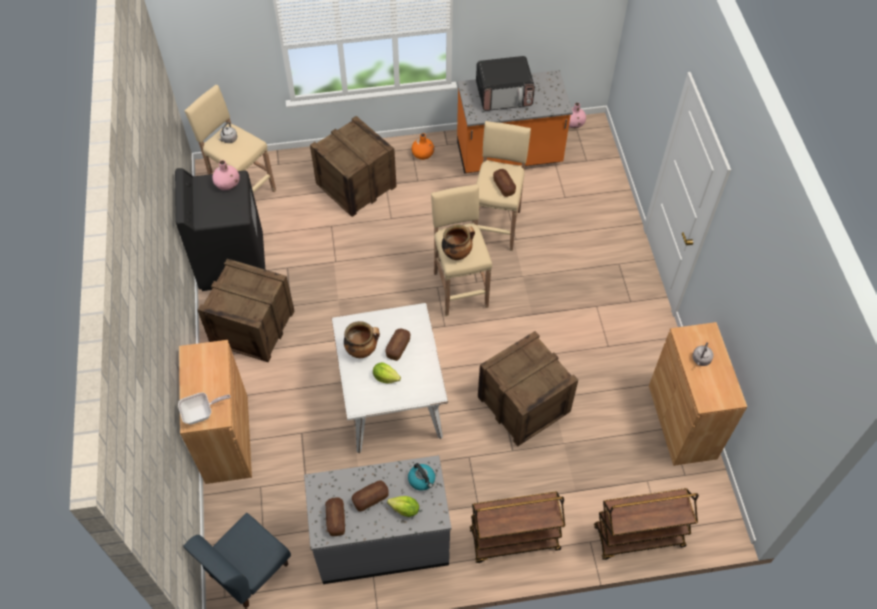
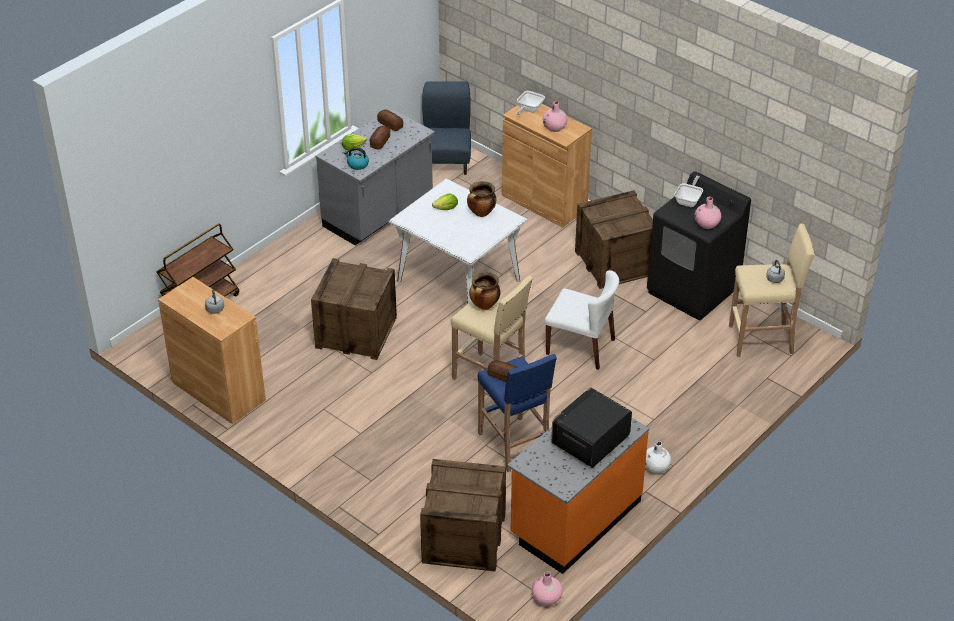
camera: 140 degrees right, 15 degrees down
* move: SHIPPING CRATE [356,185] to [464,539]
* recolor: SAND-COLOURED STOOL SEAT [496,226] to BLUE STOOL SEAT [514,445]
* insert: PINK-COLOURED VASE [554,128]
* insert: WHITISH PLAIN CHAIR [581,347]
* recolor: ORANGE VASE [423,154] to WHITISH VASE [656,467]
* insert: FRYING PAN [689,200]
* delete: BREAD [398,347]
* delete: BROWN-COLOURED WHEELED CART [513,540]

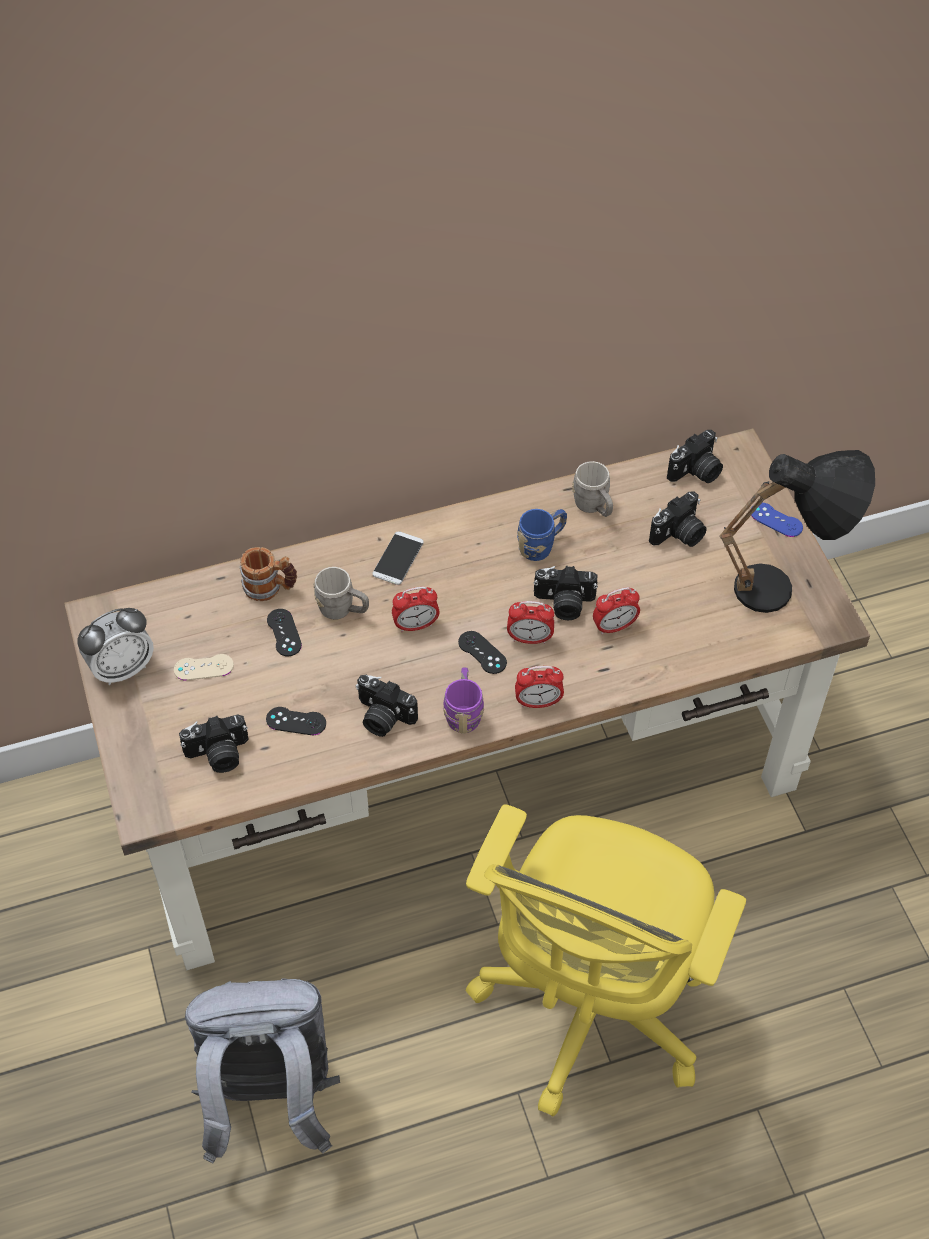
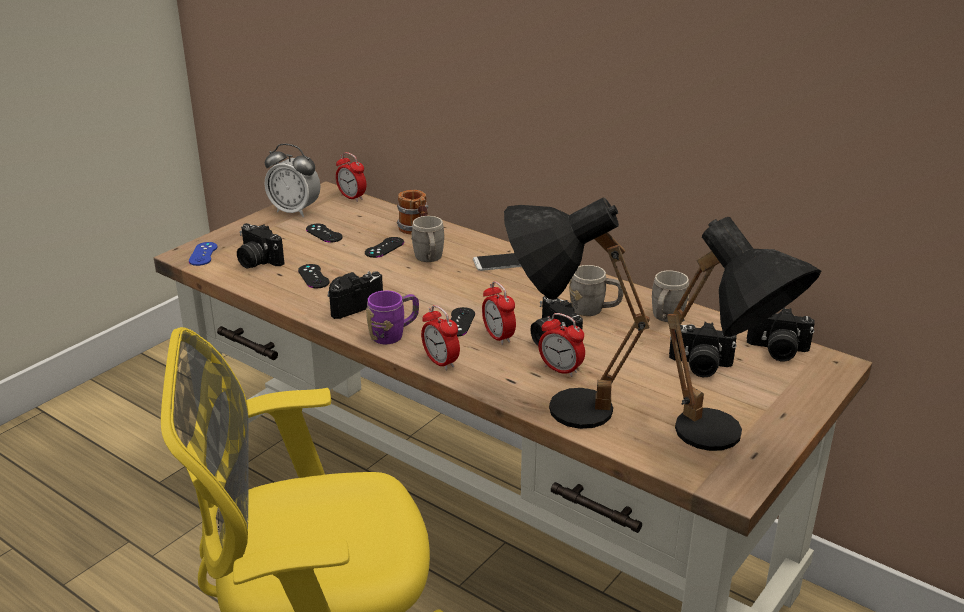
camera: 55 degrees right, 25 degrees down
* move: BLUE GAME CONTROLLER [776,520] to [203,254]
* recolor: SAND-COLOURED GAME CONTROLLER [203,667] to BLACKISH GAME CONTROLLER [324,233]
* rotate: PHOTO CAMERA [382,717] = [352,305] 60 degrees clockwise
* move: TABLE CLOCK [416,625] to [352,197]
* insert: BLACKISH TABLE LAMP [556,405]
* recolor: BLUE TEA MUG [541,545] to GREYISH TEA MUG [594,310]
* delete: GREYISH KNAPSACK [270,1099]

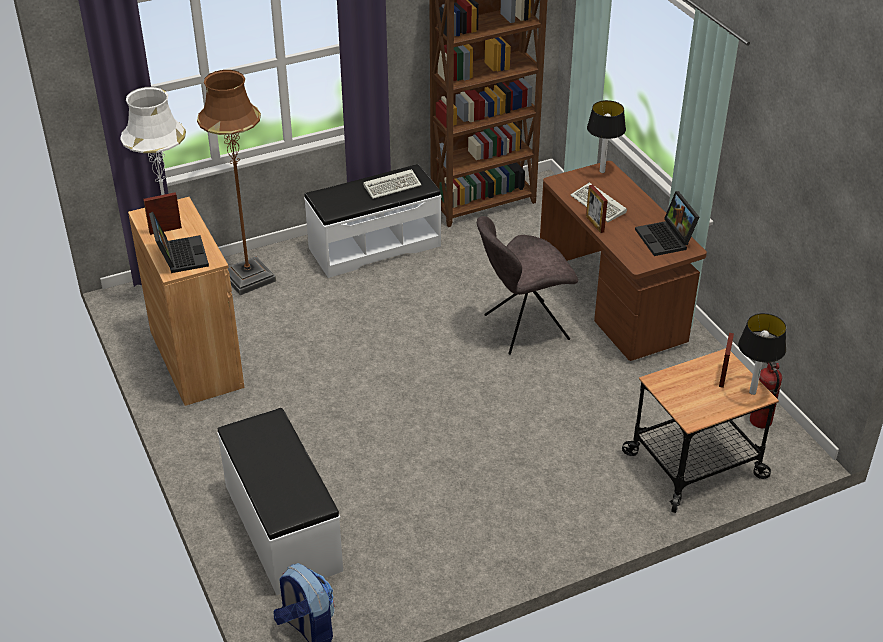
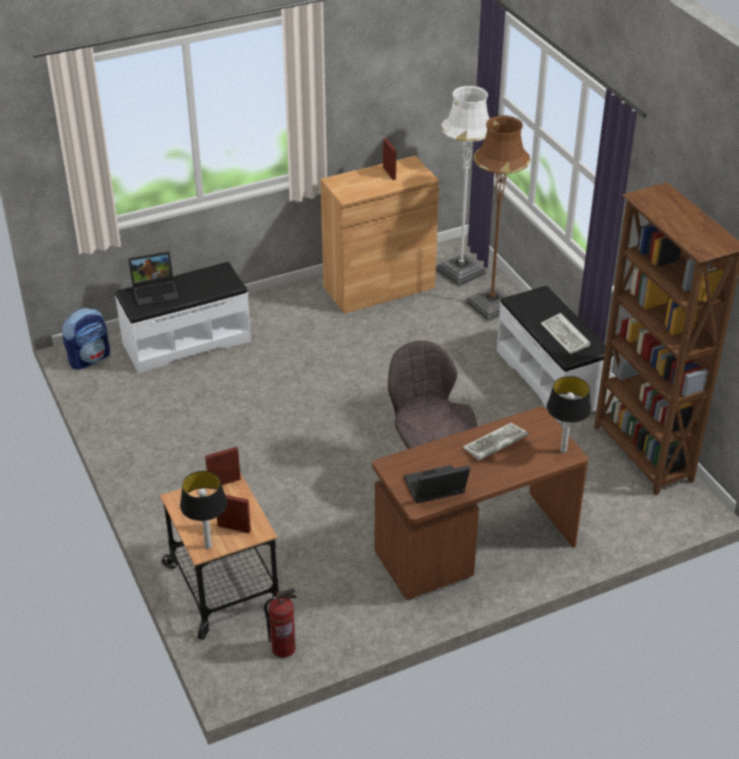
camera: 90 degrees right, 0 degrees up
* move: NOTEBOOK COMPUTER [179,255] to [156,291]
* move: PICTURE FRAME [595,224] to [224,483]

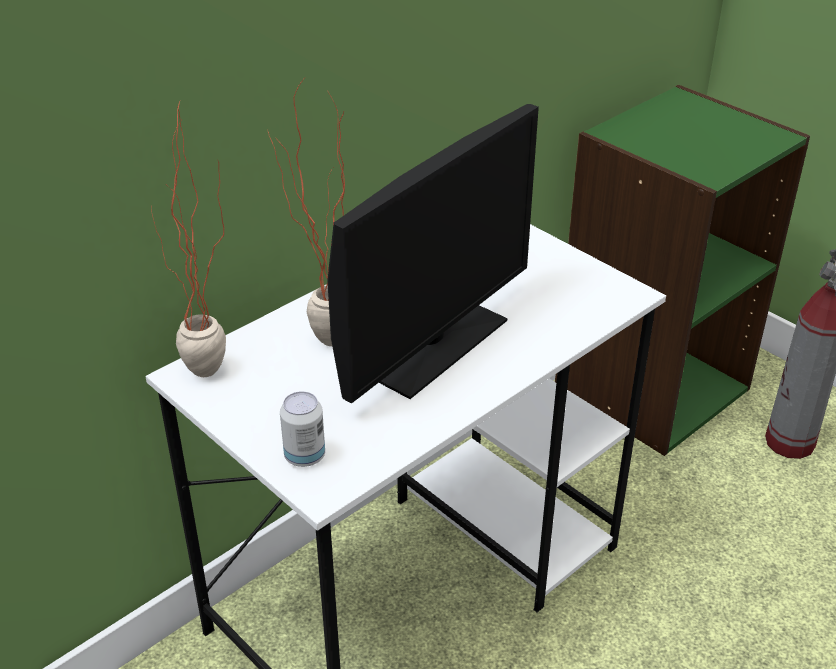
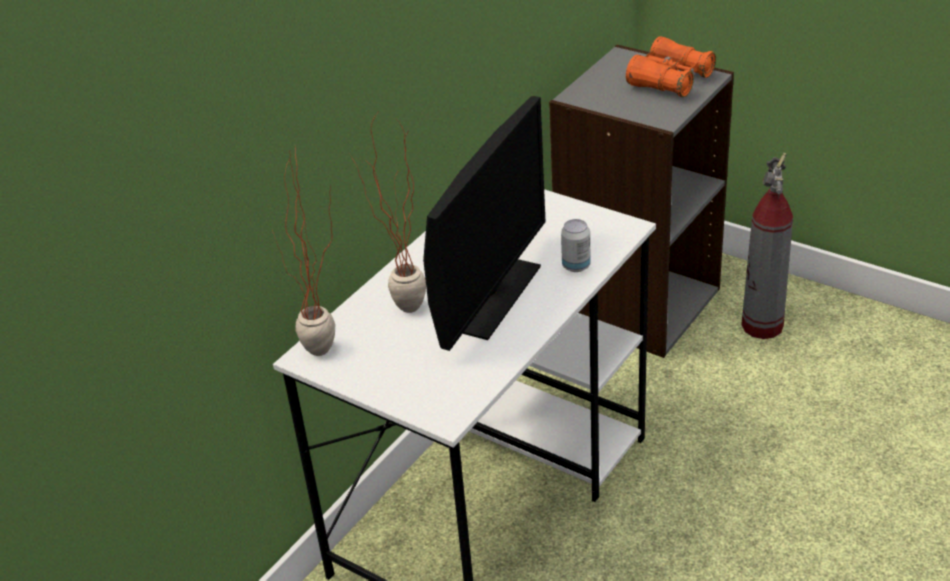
camera: 10 degrees left, 0 degrees up
* recolor: GREEN SHELVING UNIT [650,387] to GREYISH SHELVING UNIT [637,303]
* move: CAN [305,456] to [576,266]
* insert: ORANGE PAIR OF BINOCULARS [670,80]

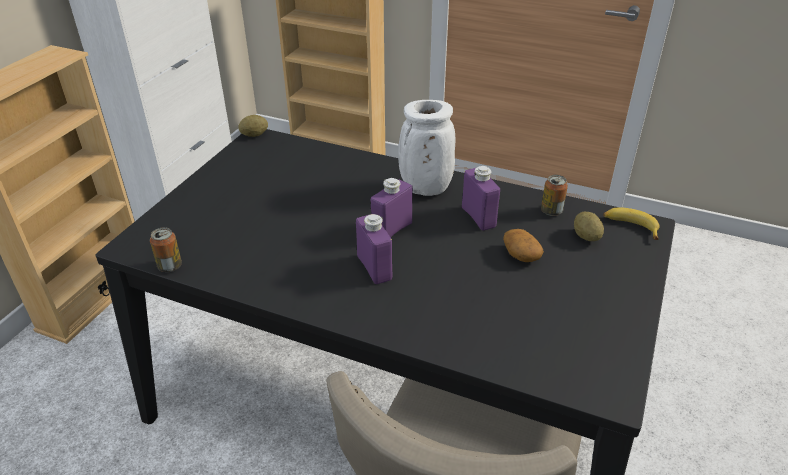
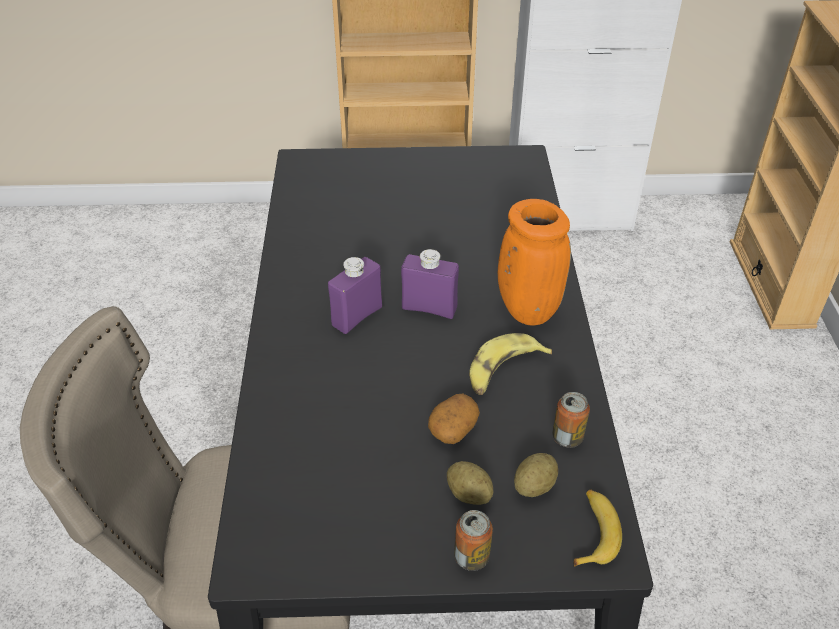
camera: 65 degrees right, 5 degrees up
* move: SPUD [254,135] to [469,494]
* move: CAN [170,266] to [471,557]
* replace: PURPLE-COLOURED BEVERAGE BOTTLE [478,217] to BANANA FRUIT [503,371]
* recolor: WHITISH VASE [424,189] to ORANGE VASE [526,309]

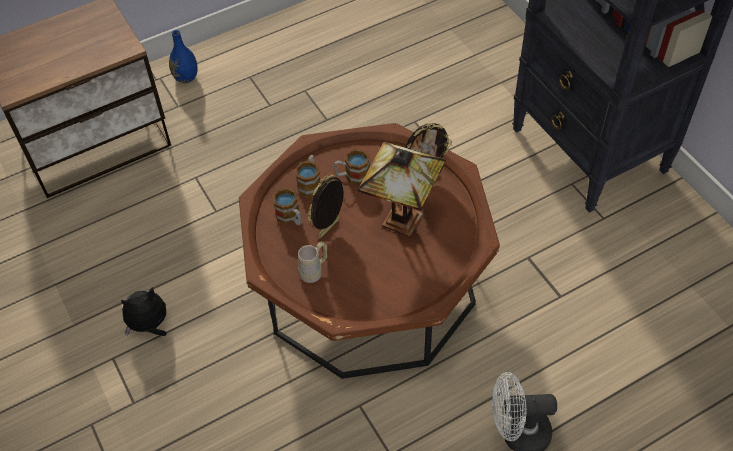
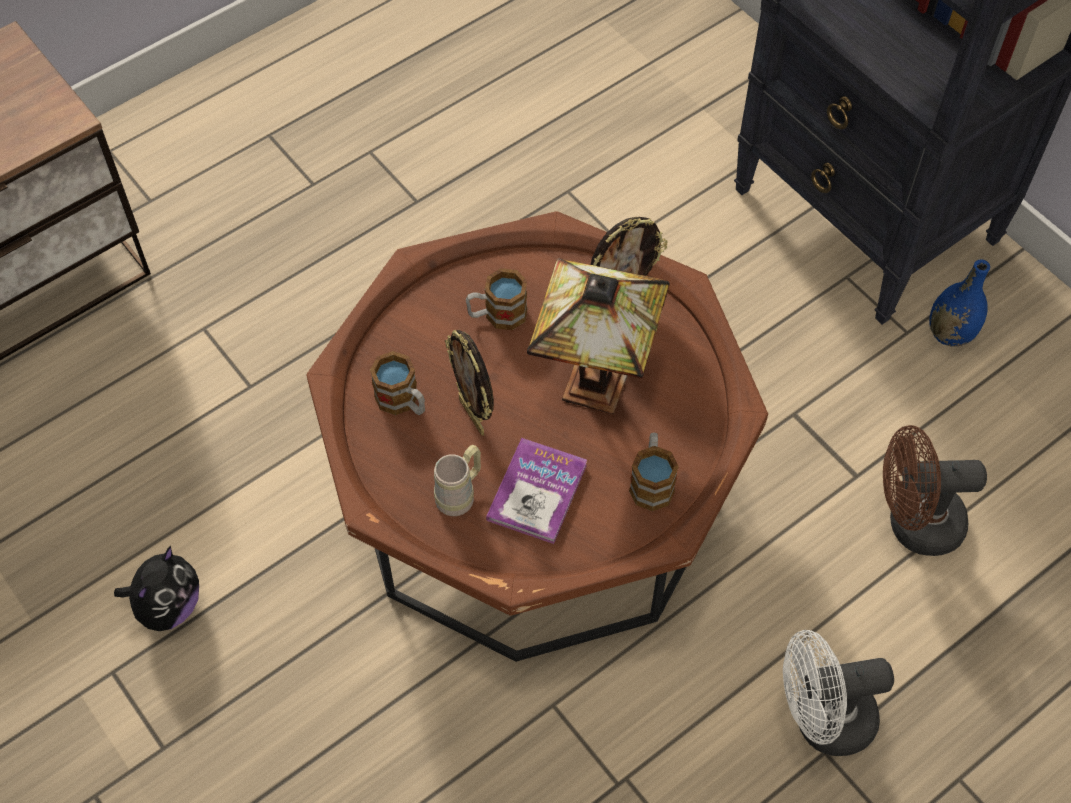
camera: 10 degrees left, 5 degrees up
* rotate: CUDDLY TOY [150,325] = [168,606] 150 degrees clockwise
* rotate: PICTURE FRAME [329,229] = [473,415] 60 degrees counterclockwise
* insert: BOOK [537,492]
* move: TEA MUG [310,183] to [651,481]
* insert: BROWN-COLOURED COOLING FAN [913,524]
* move: BLUE VASE [186,78] to [950,333]

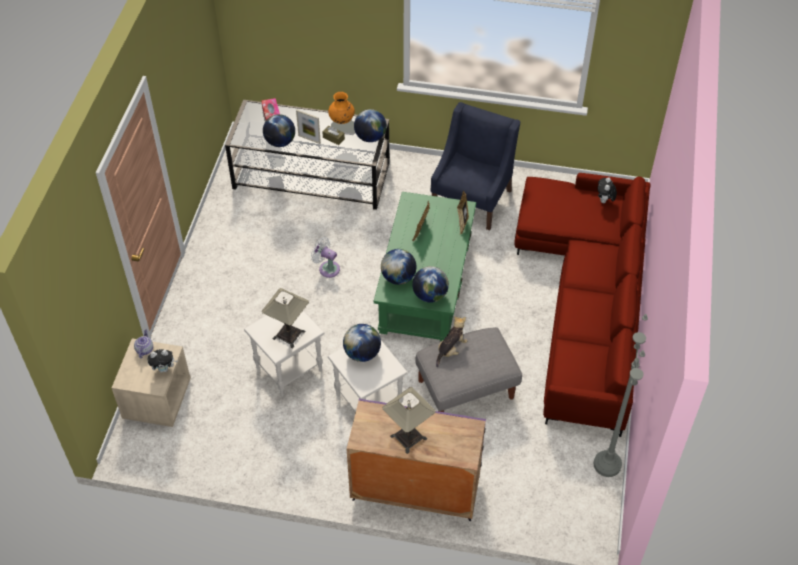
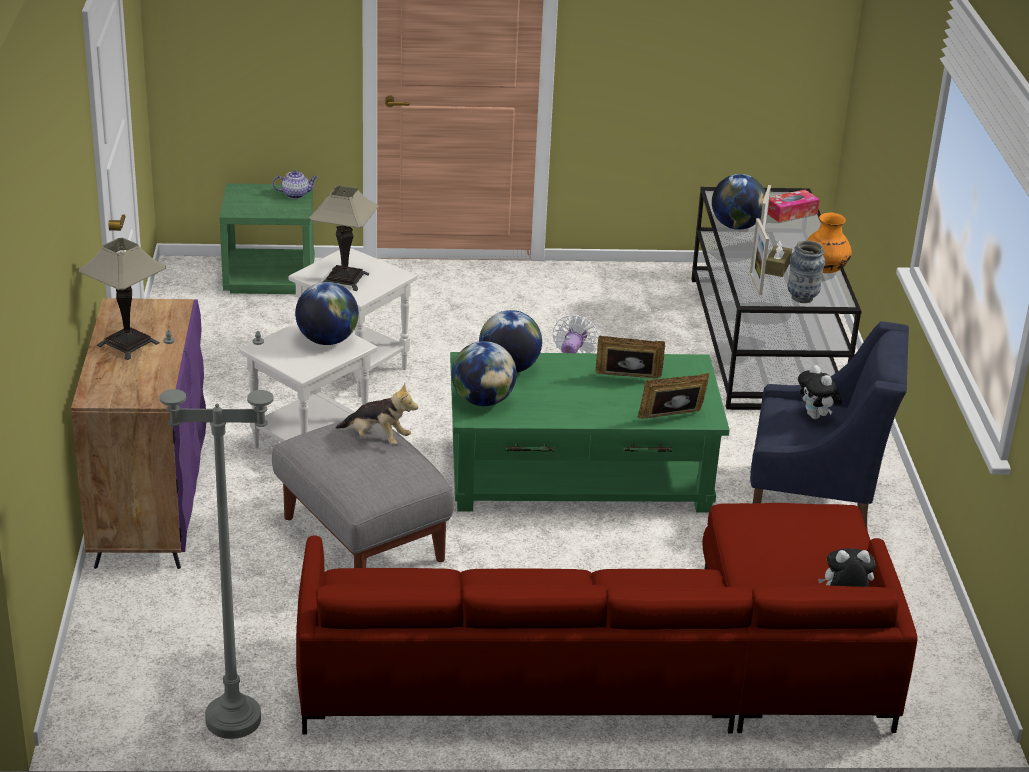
camera: 75 degrees right, 20 degrees down
* recolor: SAND-COLOURED BEDSIDE TABLE [157,399] to GREEN BEDSIDE TABLE [270,278]
* insert: PICTURE FRAME [755,284]
* replace: GLOBE [370,137] to VASE [802,298]
* move: CUDDLY TOY [164,369] to [816,416]

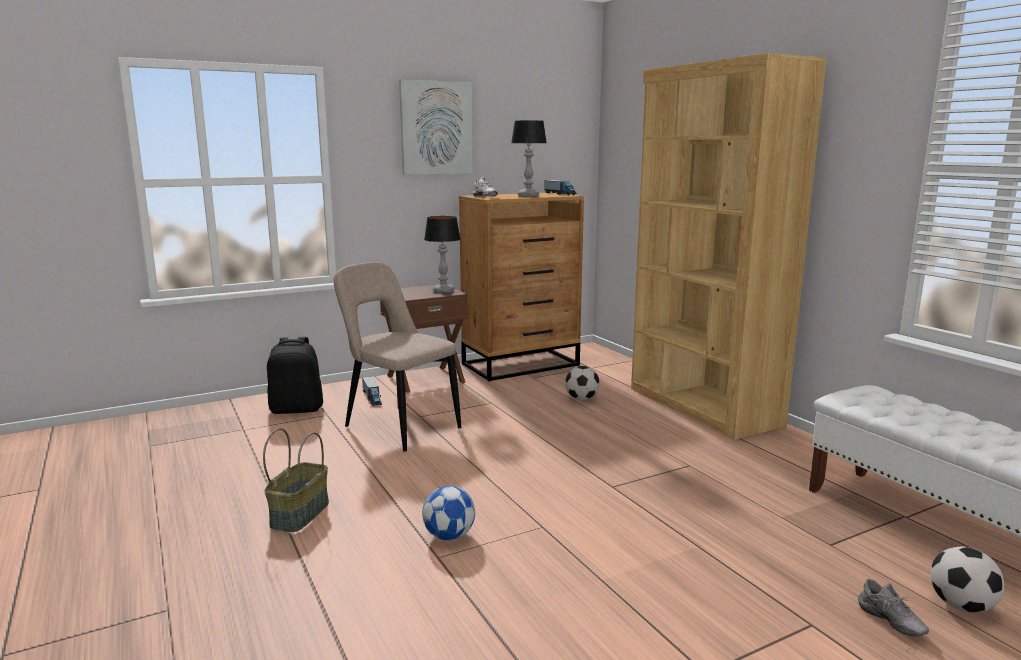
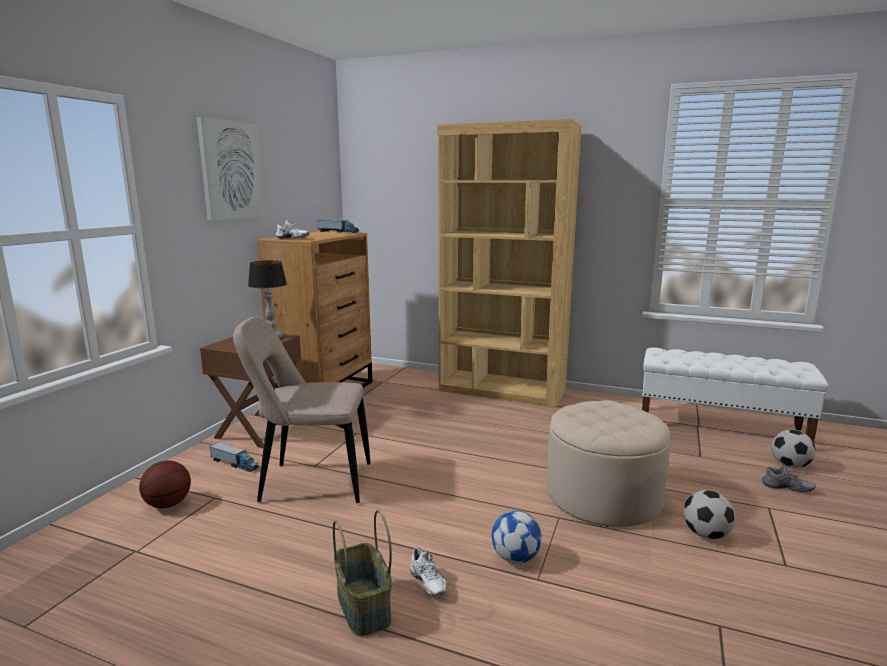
camera: 40 degrees left, 0 degrees up
* replace: BLACKISH KNAPSACK [297,409] to BASKETBALL [168,504]
* insert: WHITISH SHOE [426,584]
* insert: SAND-COLOURED FOOTREST [603,496]
* move: FOOTBALL BALL [581,399] to [706,534]
* delete: TABLE LAMP [529,196]

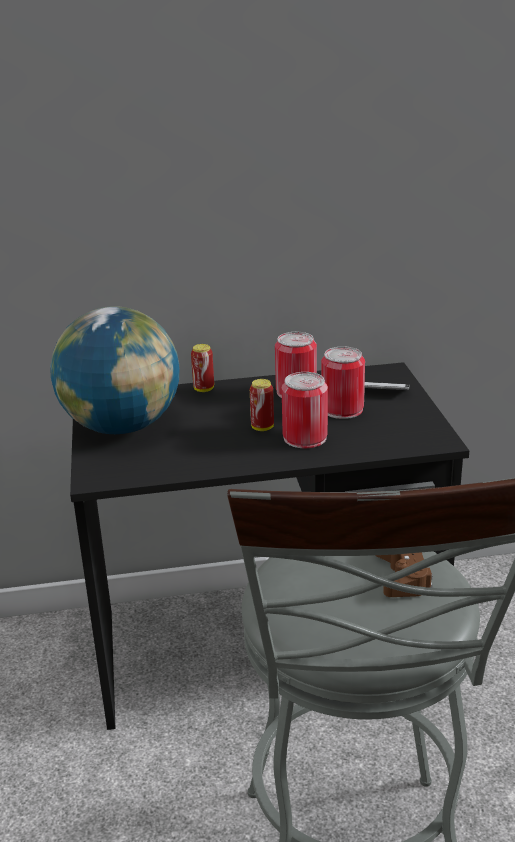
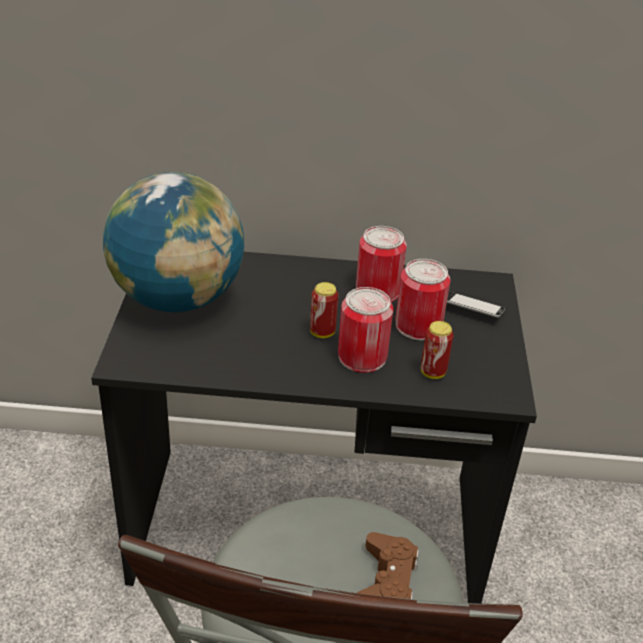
camera: 10 degrees right, 10 degrees up
* move: CAN [204,389] to [433,372]

